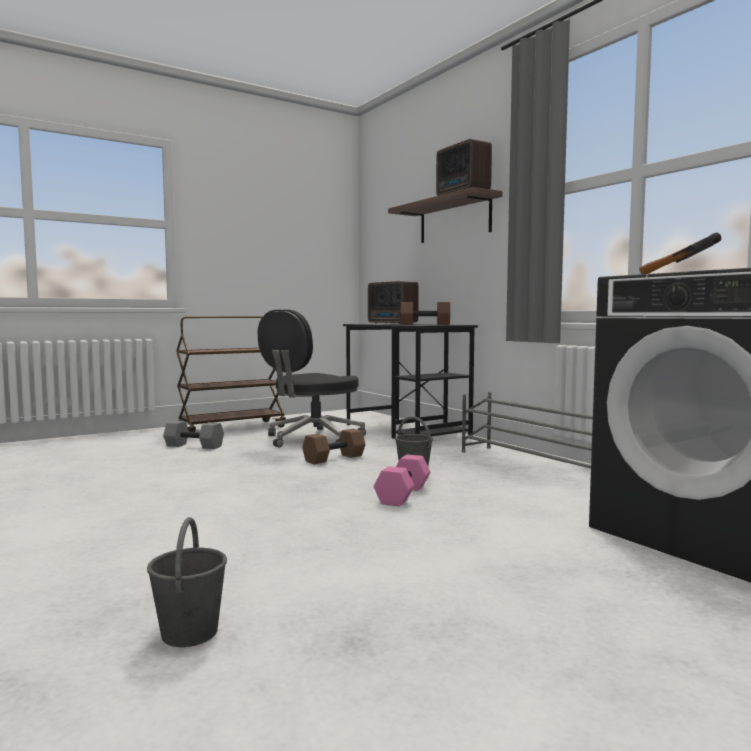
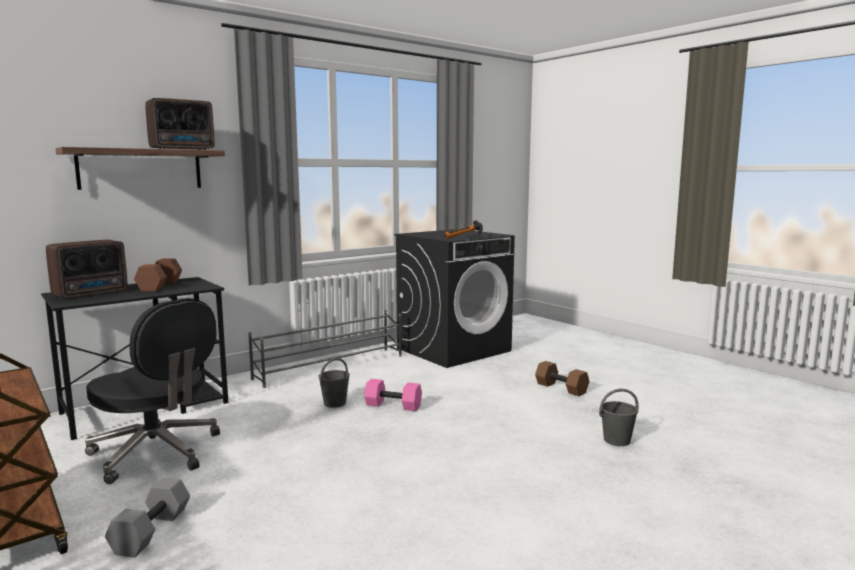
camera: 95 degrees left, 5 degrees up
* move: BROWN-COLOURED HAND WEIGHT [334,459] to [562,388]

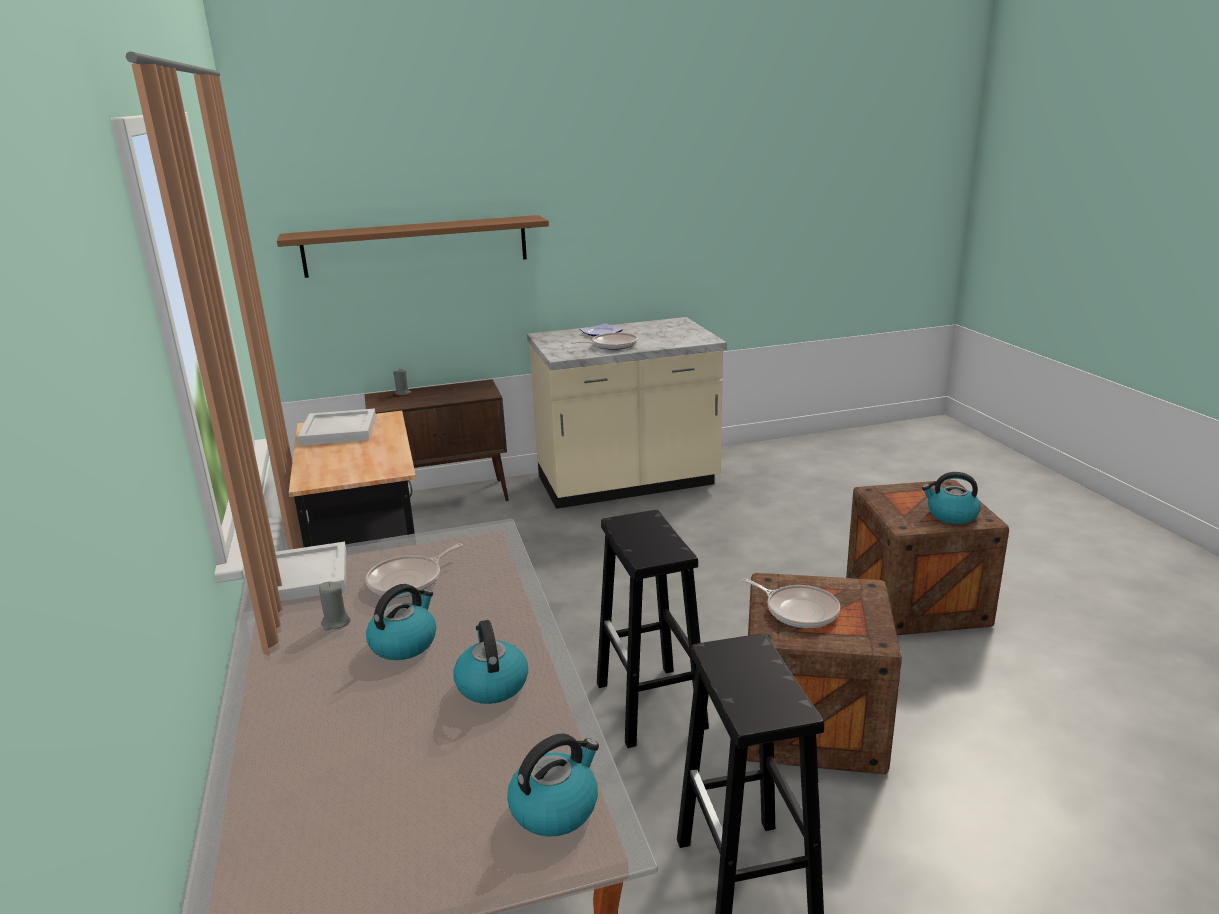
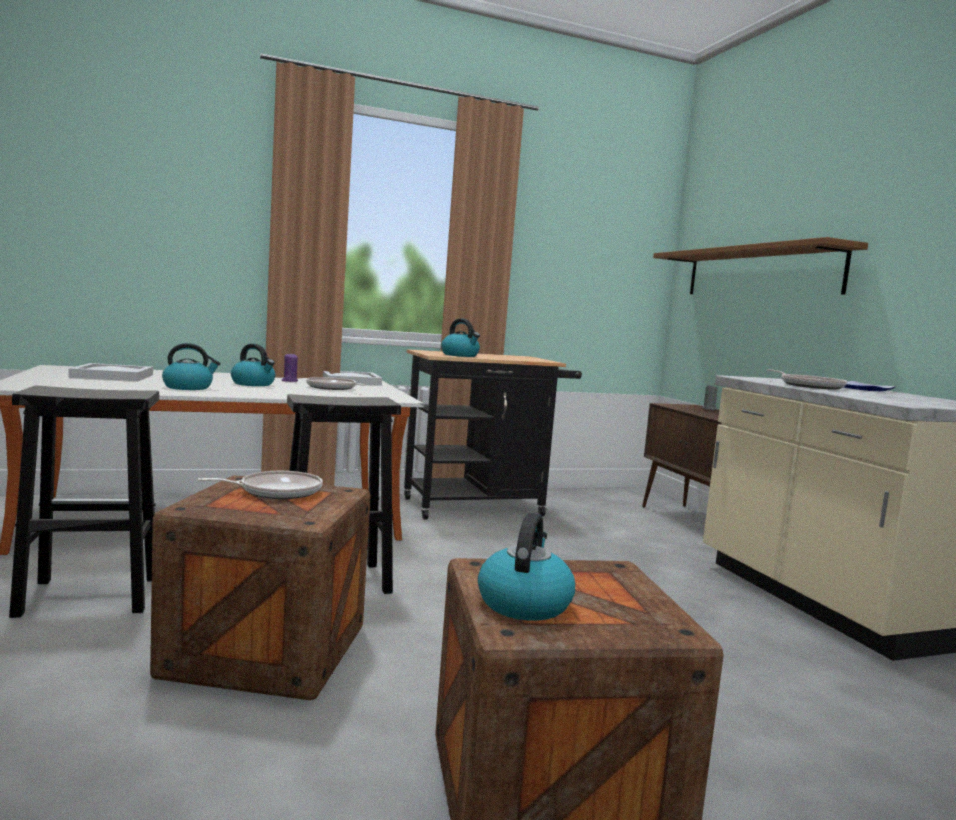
camera: 85 degrees right, 15 degrees down
* move: WHITISH TRAY [340,431] to [111,376]
* rotate: FRYING PAN [798,610] = [276,491] 150 degrees counterclockwise
* recolor: GREYISH WAX LIGHT [335,623] to PURPLE-COLOURED WAX LIGHT [289,381]
* move: KETTLE [555,807] to [460,355]

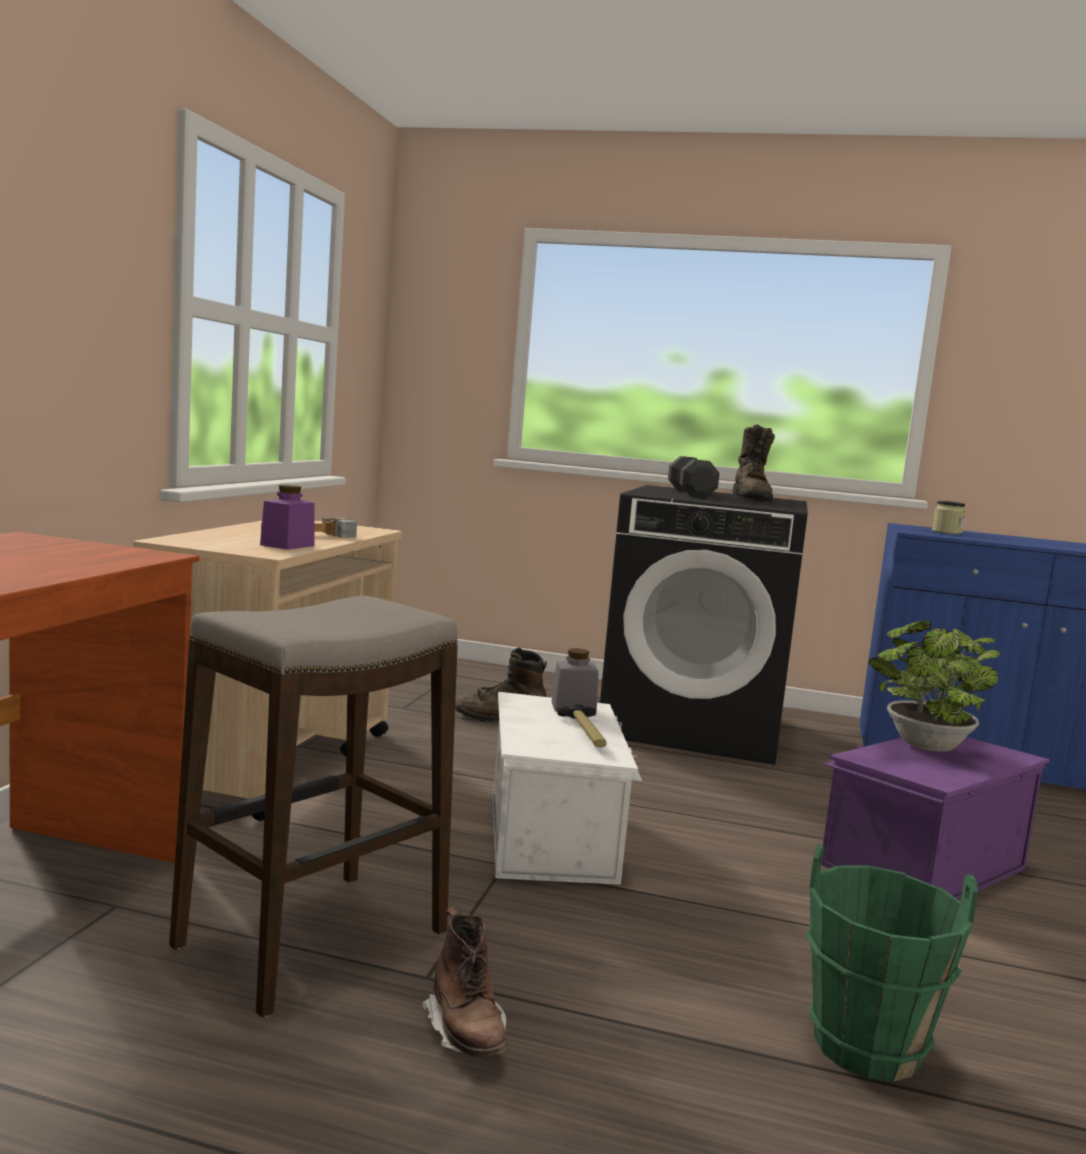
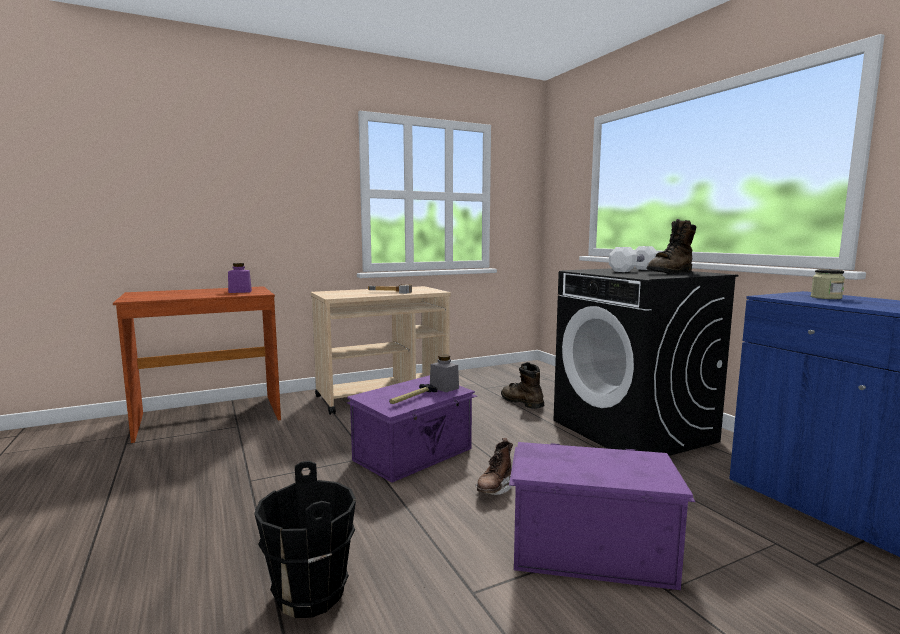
camera: 50 degrees right, 0 degrees up
* move: PURPLE-COLOURED PRESERVE JAR [287,545] to [240,291]
* recolor: GREEN WATER BUCKET [867,1048] to BLACKISH WATER BUCKET [309,595]
* recolor: WHITISH STORAGE BIN [554,836] to PURPLE-COLOURED STORAGE BIN [415,454]
* move: BROWN-COLOURED BOOT [466,1033] to [494,488]
* recolor: BLACKISH HAND WEIGHT [690,493] to WHITISH HAND WEIGHT [633,270]
* delete: STOOL SEAT [314,940]
* delete: POTTED PLANT [923,747]

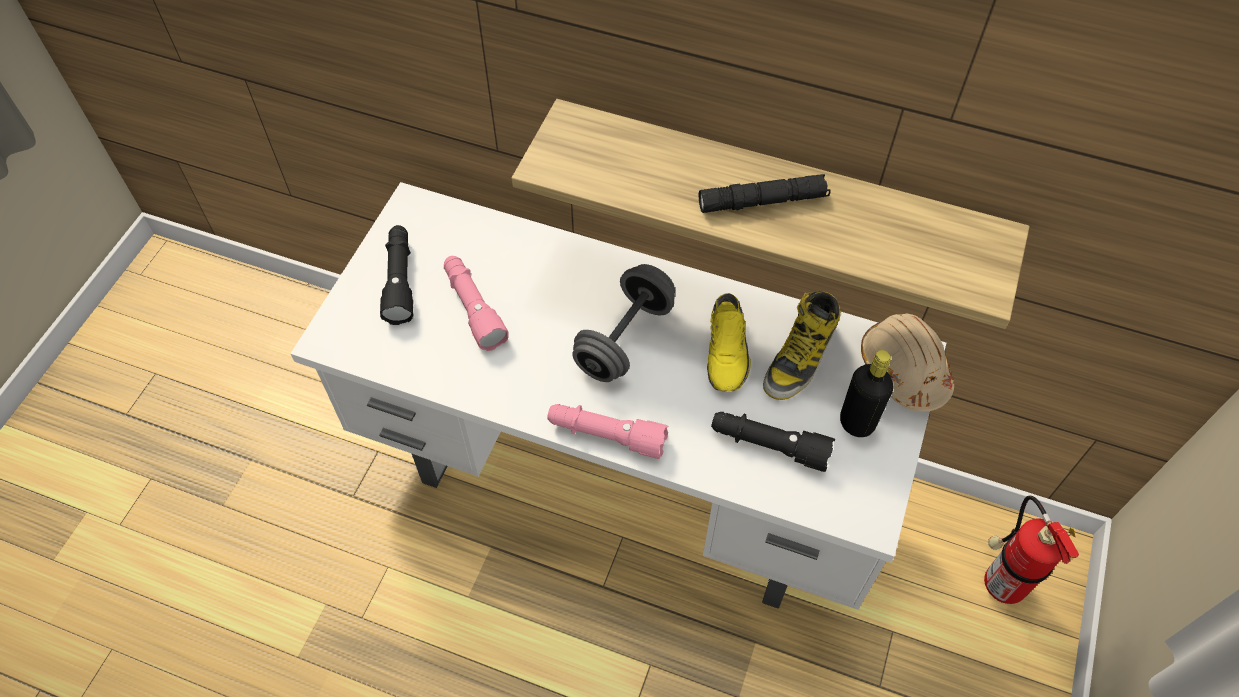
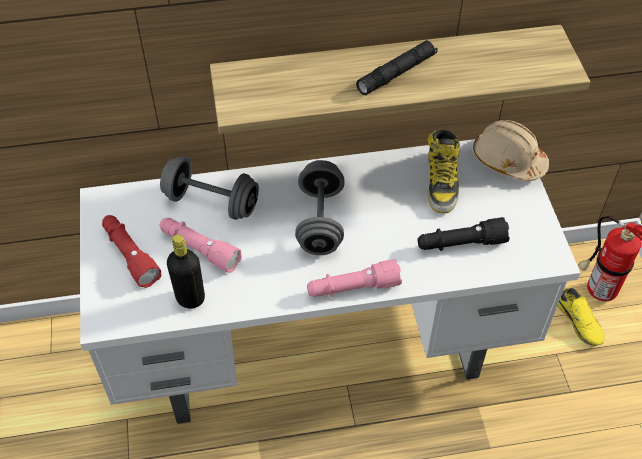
camera: 30 degrees left, 5 degrees down
* recolor: BLACKISH FLASHLIGHT [400,280] to RED FLASHLIGHT [130,255]
* insert: GREYISH HAND WEIGHT [211,202]
* move: BLACKISH BEVERAGE BOTTLE [857,422] to [190,298]
* move: YELLOW SHOE [728,351] to [579,321]

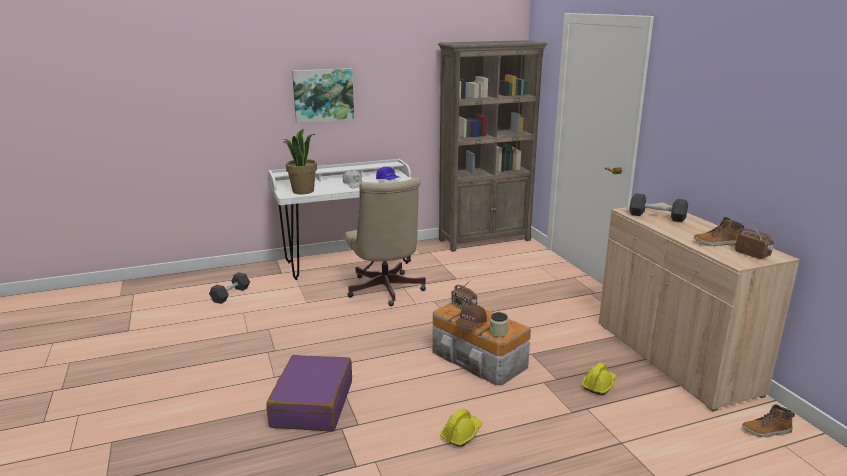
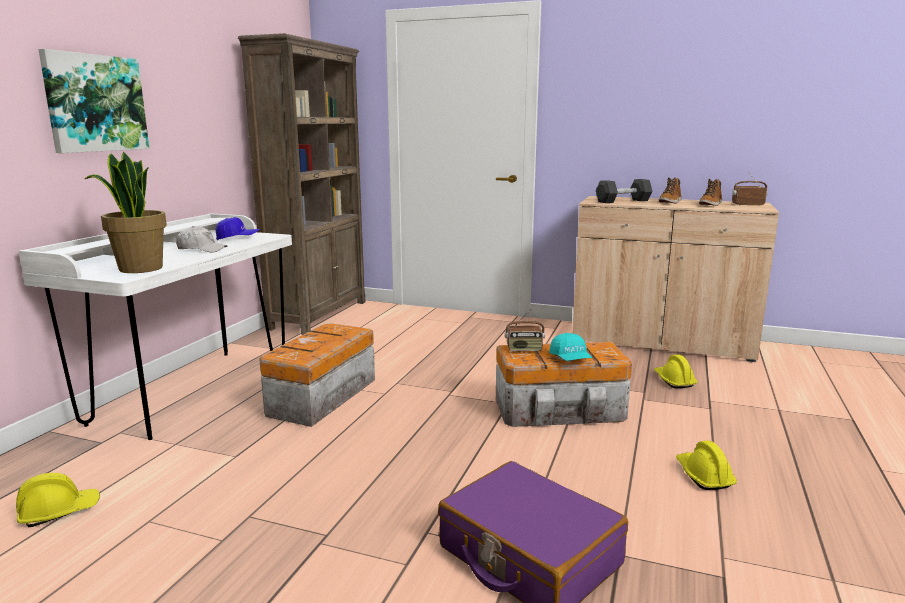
camera: 50 degrees left, 5 degrees down
* replace: BLACKISH HAND WEIGHT [230,294] to YELLOW WORK HELMET [59,512]
* replace: SAND-COLOURED COMPUTER CHAIR [385,291] to STORAGE BIN [320,397]
* recolor: BROWN-COLOURED BASEBALL CAP [470,324] to TURQUOISE BASEBALL CAP [570,359]
* move: BOOT [766,431] to [670,202]
* delete: PRESERVE JAR [498,332]

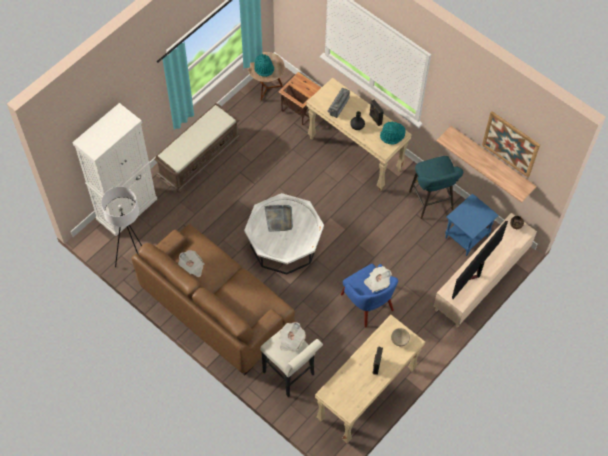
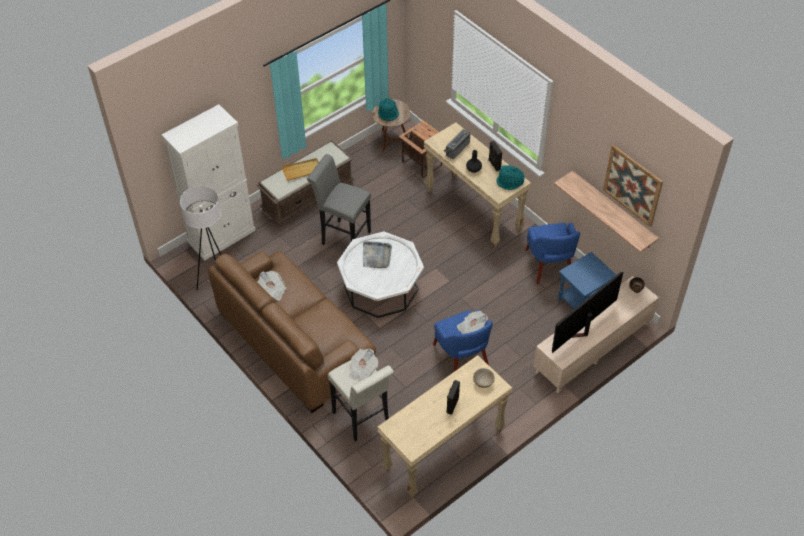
camera: 10 degrees right, 10 degrees down
* insert: SAND-COLOURED TRAY [302,171]
* insert: GREYISH STOOL SEAT [343,236]
* replace: TURQUOISE STOOL SEAT [432,203] to BLUE ARMCHAIR [549,265]

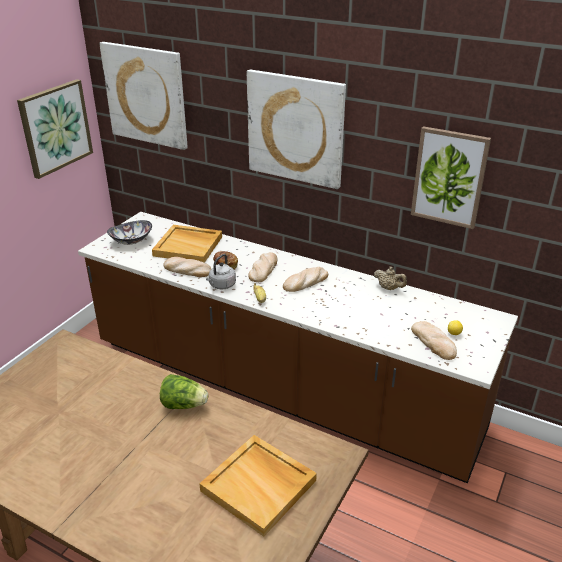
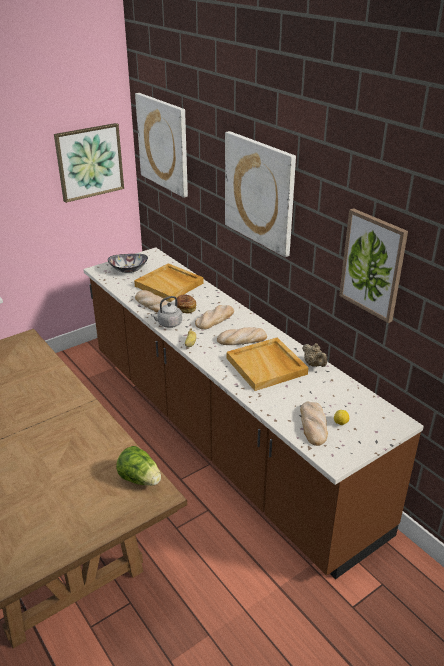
camera: 25 degrees right, 0 degrees up
* move: HEAD OF LETTUCE [184,405] to [140,479]
* move: SAND-COLOURED TRAY [259,485] to [267,366]

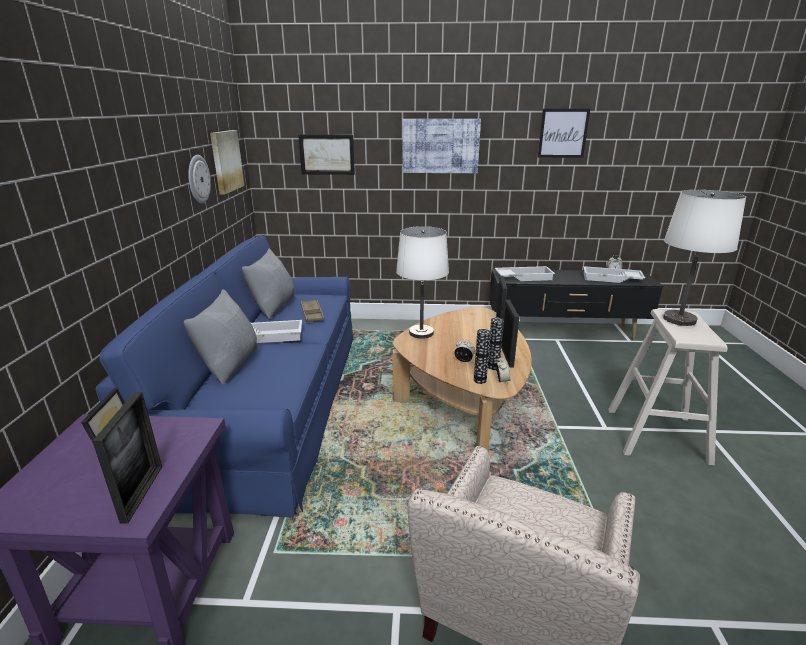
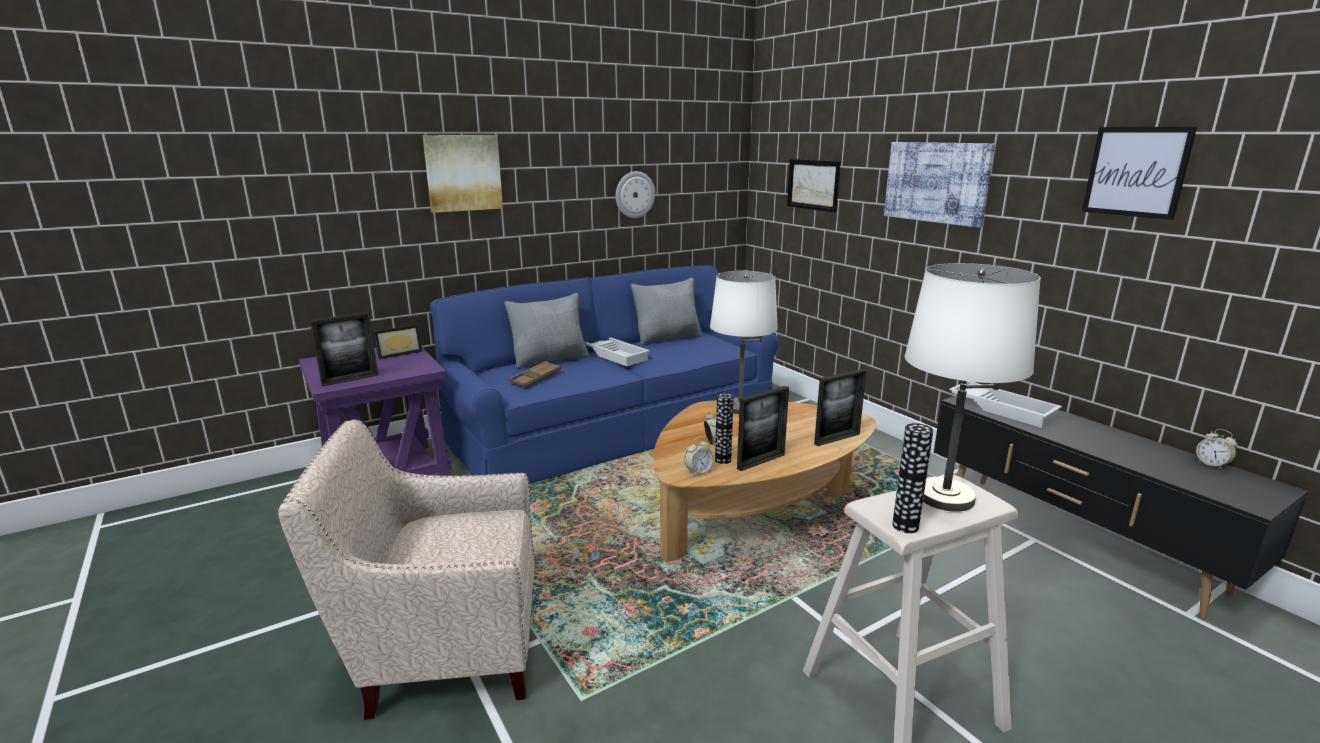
camera: 55 degrees right, 5 degrees down
* move: WALL ART [226,161] to [463,173]
* move: BROWN-COLOURED TRAY [312,314] to [536,378]
* move: VASE [480,380] to [905,526]
* delete: WHITISH TRAY [611,279]

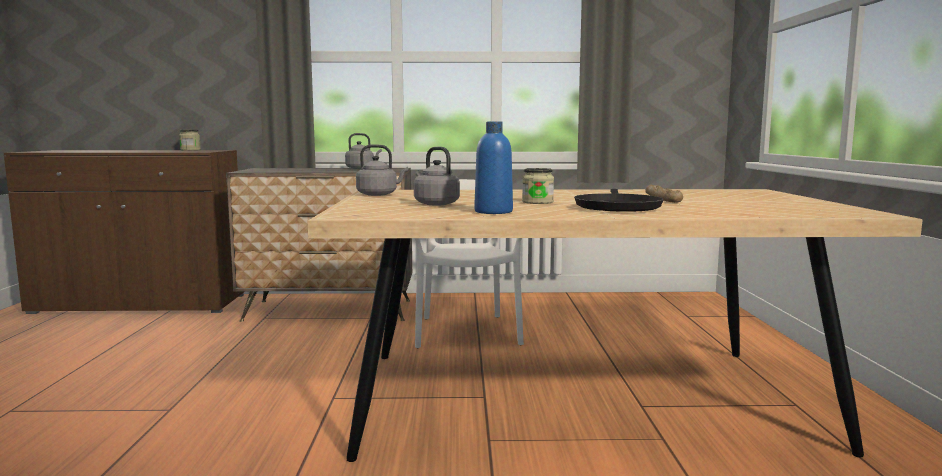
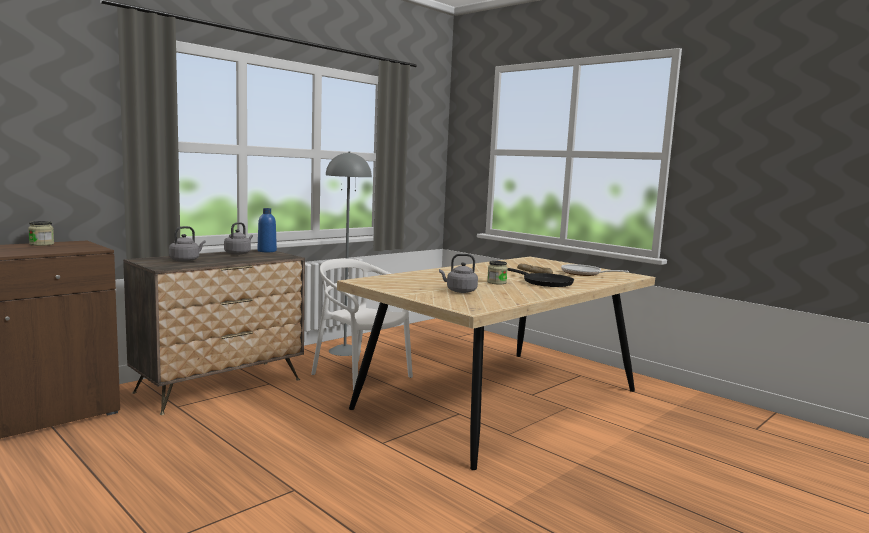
camera: 45 degrees left, 0 degrees up
* move: GREYISH KETTLE [379,194] to [186,260]
* move: BLUE BEVERAGE BOTTLE [493,212] to [267,251]
* insert: GREYISH STANDARD LAMP [345,351]
* insert: FRYING PAN [584,274]

